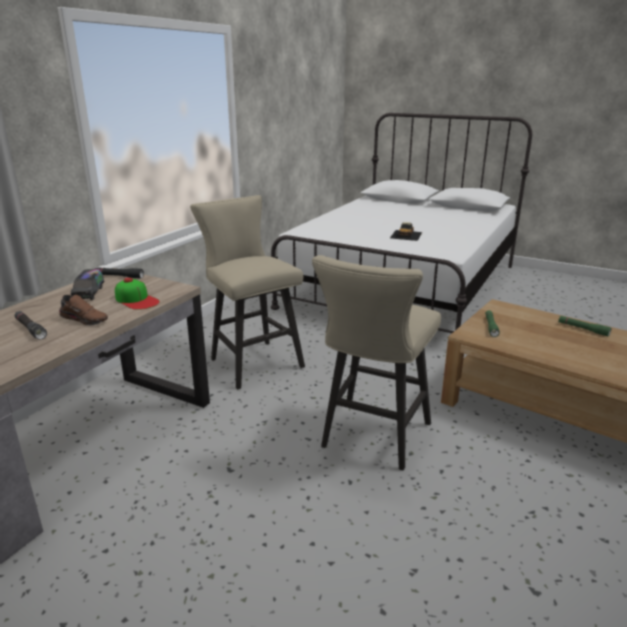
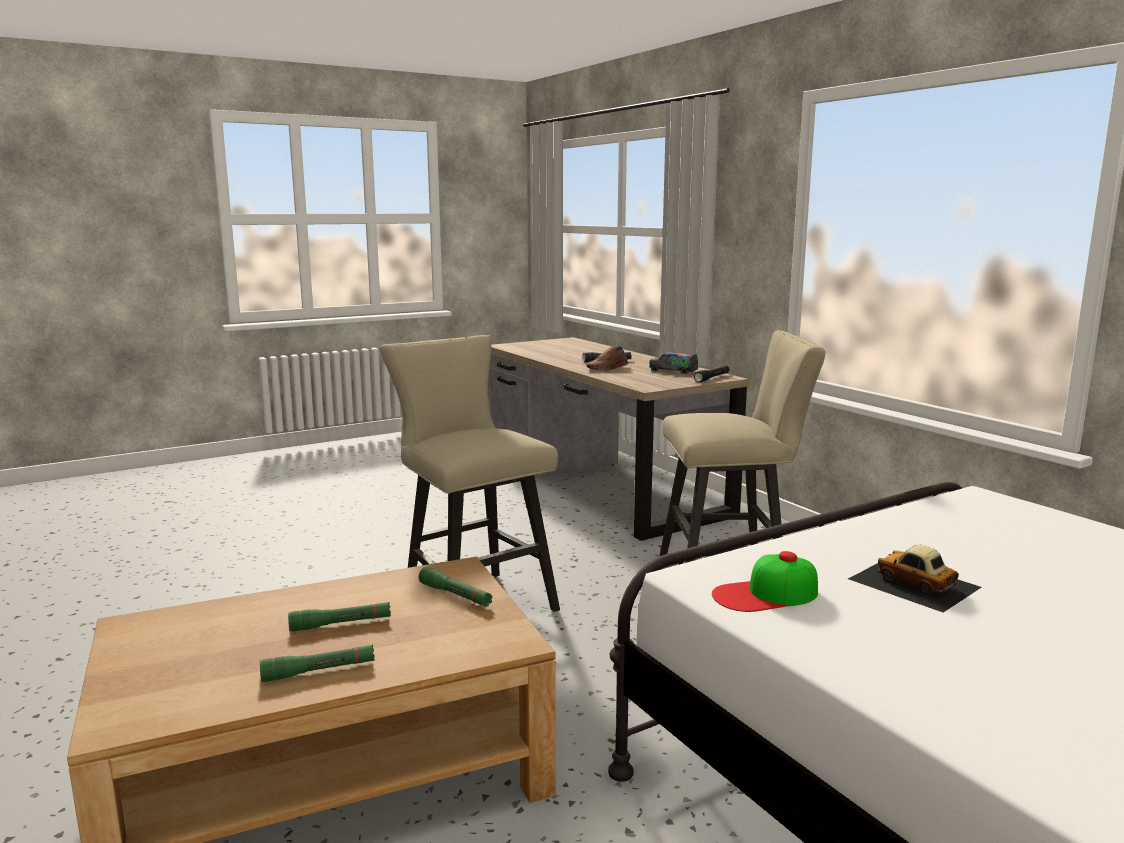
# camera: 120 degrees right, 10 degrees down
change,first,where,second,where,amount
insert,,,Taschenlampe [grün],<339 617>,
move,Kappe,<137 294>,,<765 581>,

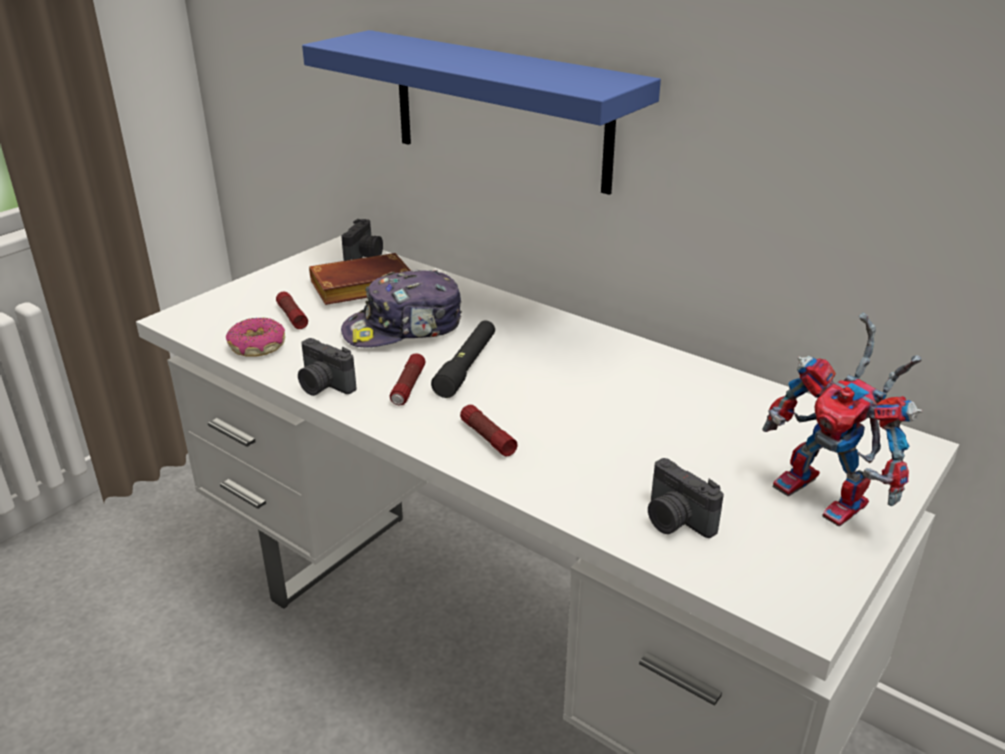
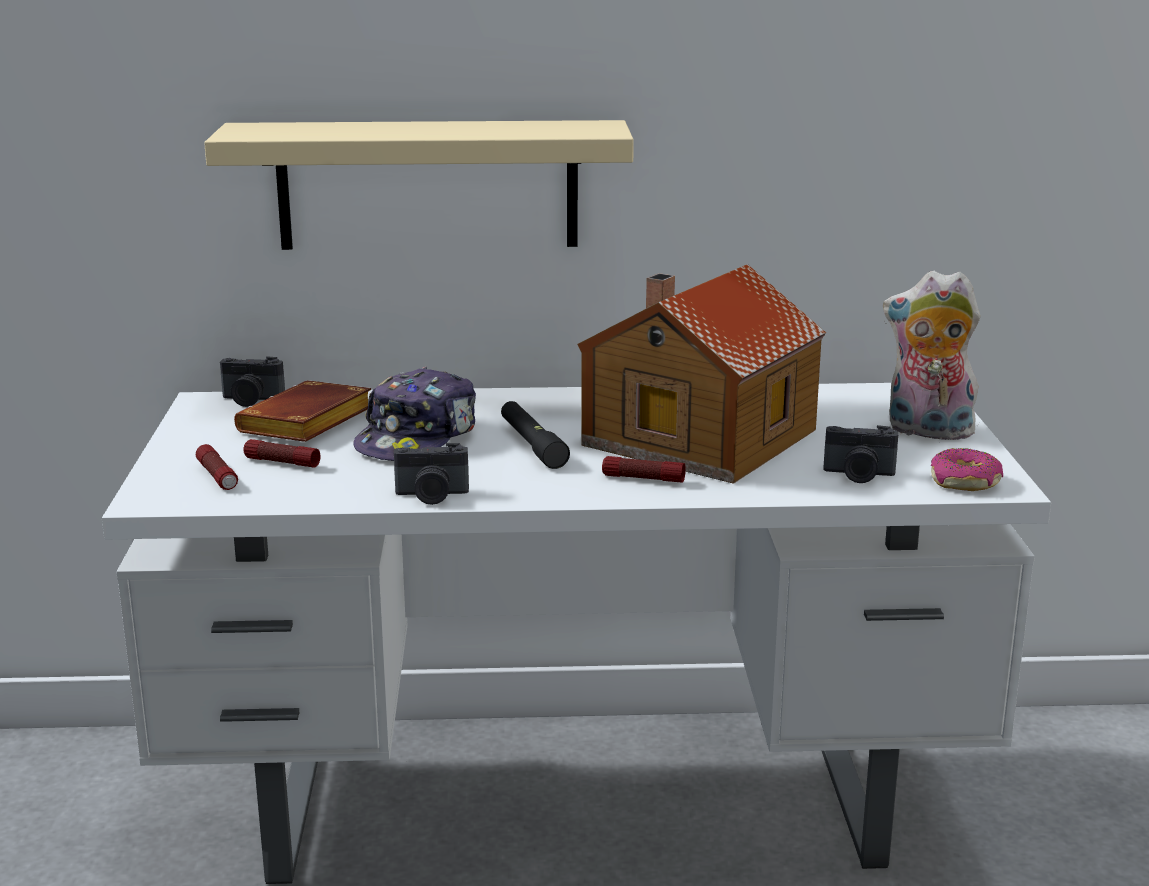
# camera: 40 degrees left, 10 degrees down
change,first,where,second,where,amount
move,Taschenlampe,<408 379>,,<217 467>,
recolor,Wandregal [blau],<481 112>,Wandregal [beige],<419 185>,
rotate,Kamera,<362 240>,,<252 381>,120 degrees clockwise
insert,,,Spielzeughaus,<701 374>,
replace,Spielzeugroboter,<842 419>,Plüschtier,<932 355>,
move,Donut,<255 337>,,<967 469>,

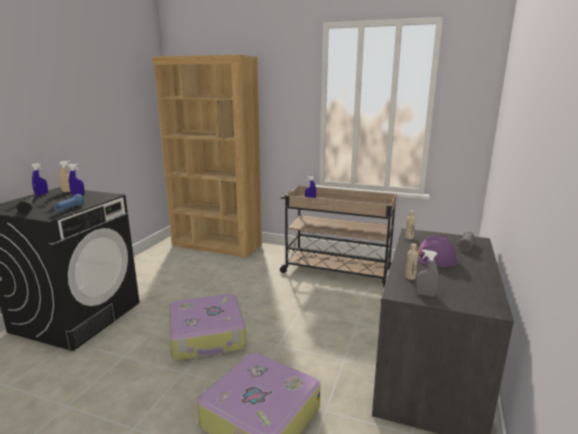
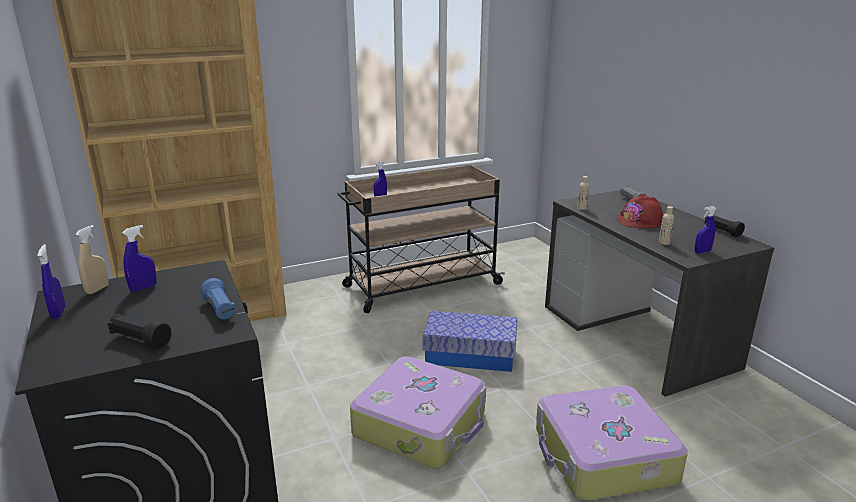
# camera: 45 degrees left, 5 degrees up
change,first,where,second,where,amount
insert,,,Aufbewahrungsbox,<470 341>,
recolor,Schutzhelm [lila],<437 251>,Schutzhelm [rot],<640 211>,
recolor,Sprühflasche [grau],<427 273>,Sprühflasche [blau],<706 230>,
insert,,,Taschenlampe [schwarz],<725 226>,

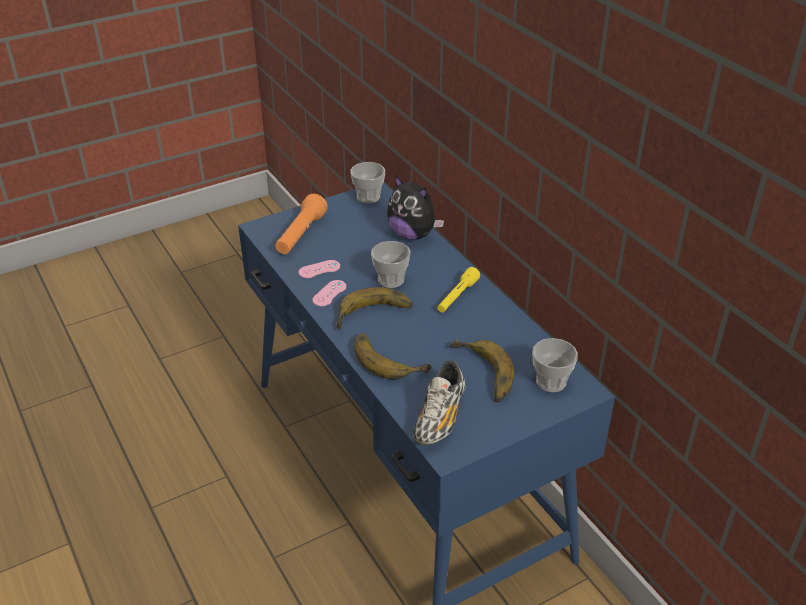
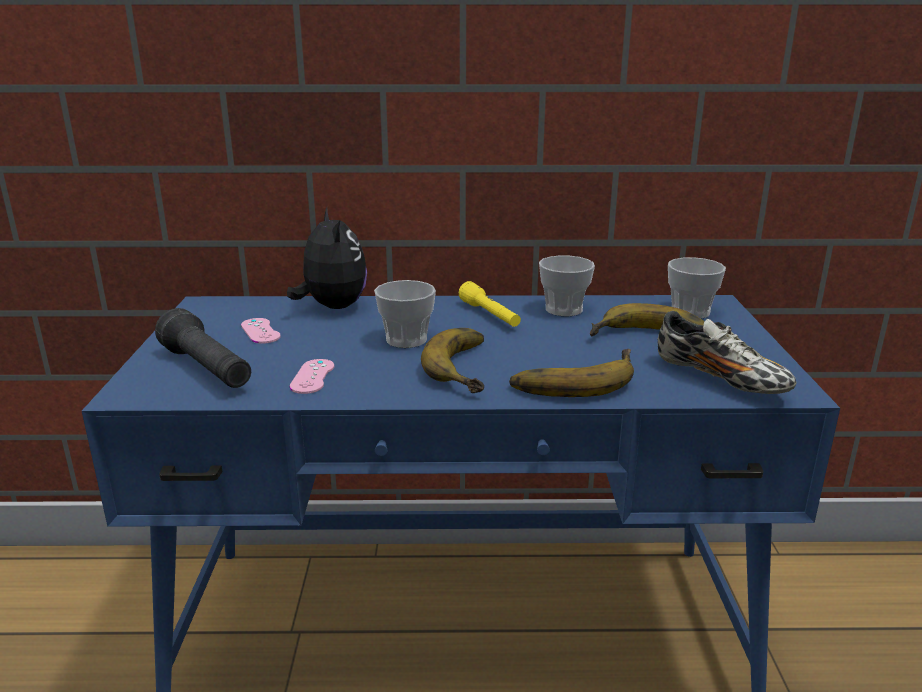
# camera: 60 degrees left, 15 degrees down
change,first,where,second,where,amount
recolor,Taschenlampe [orange],<301 224>,Taschenlampe [schwarz],<203 348>,
move,Gamepad [rosa],<329 293>,,<261 331>,
rotate,Plüschtier,<415 208>,,<327 258>,90 degrees counterclockwise
move,Tasse,<367 182>,,<567 285>,

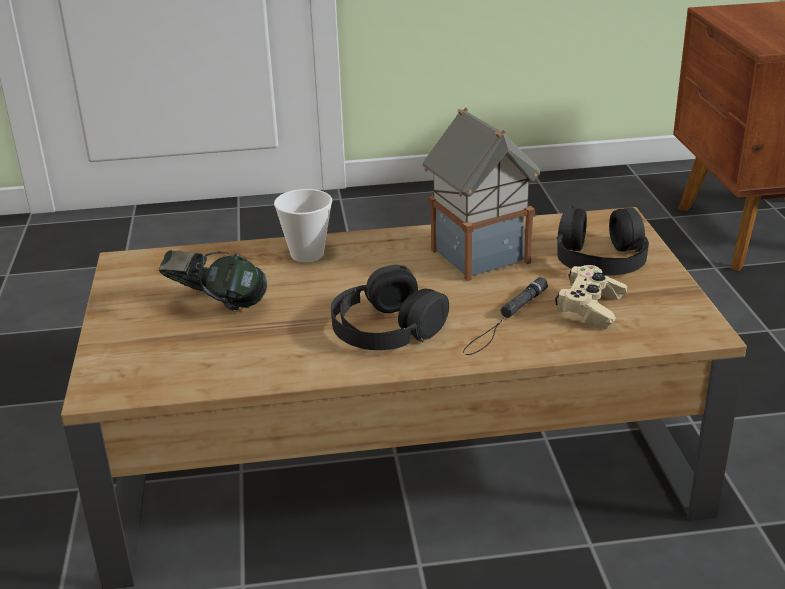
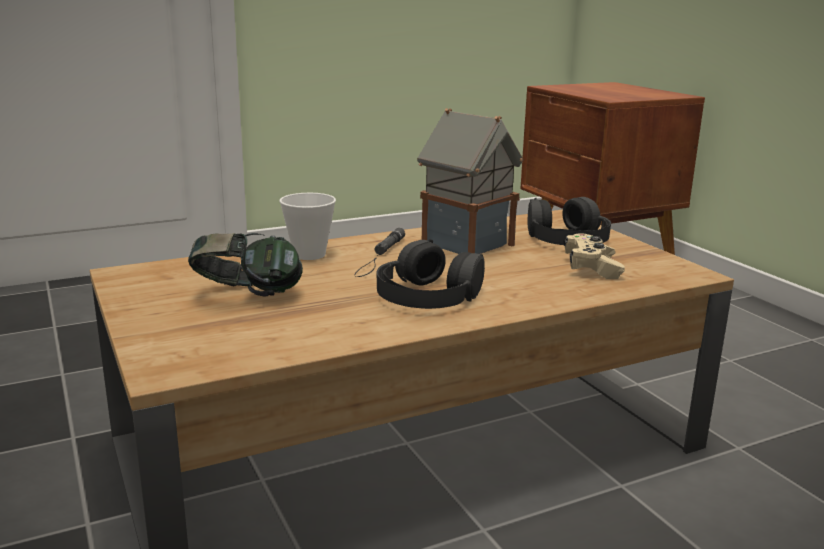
# camera: 20 degrees left, 10 degrees down
change,first,where,second,where,amount
move,Taschenlampe [schwarz],<505 316>,,<379 252>,

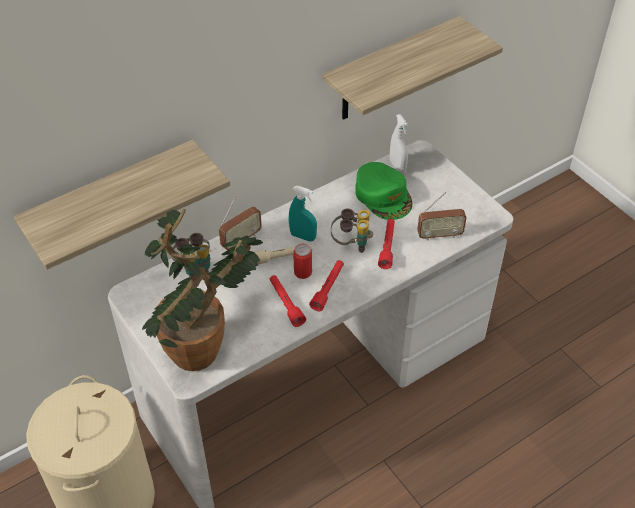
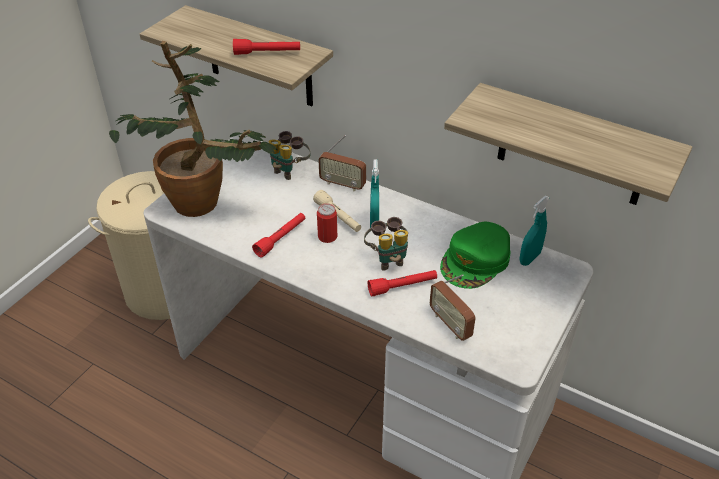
# camera: 65 degrees right, 5 degrees down
change,first,where,second,where,amount
move,Taschenlampe [rot],<326 285>,,<266 47>,
recolor,Sprühflasche [weiß],<399 143>,Sprühflasche [türkis],<534 231>,

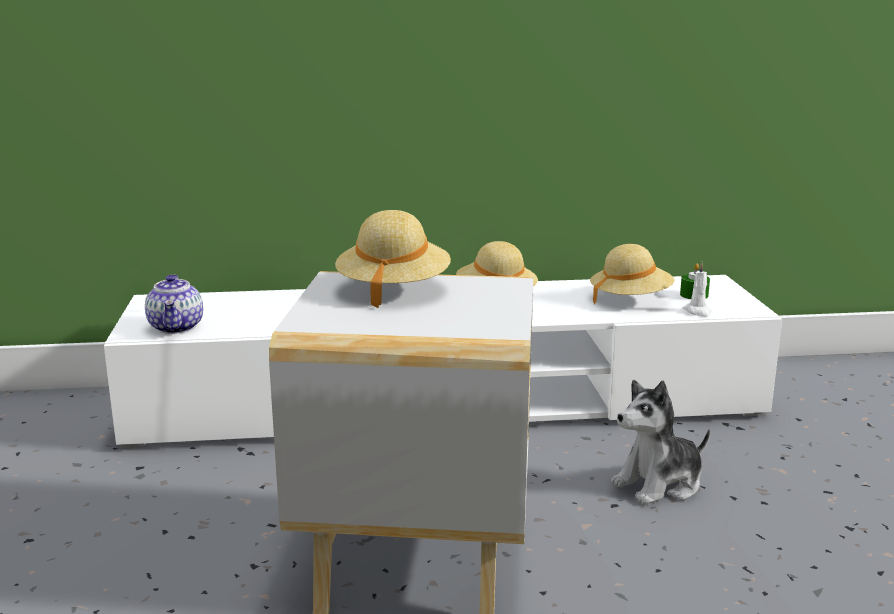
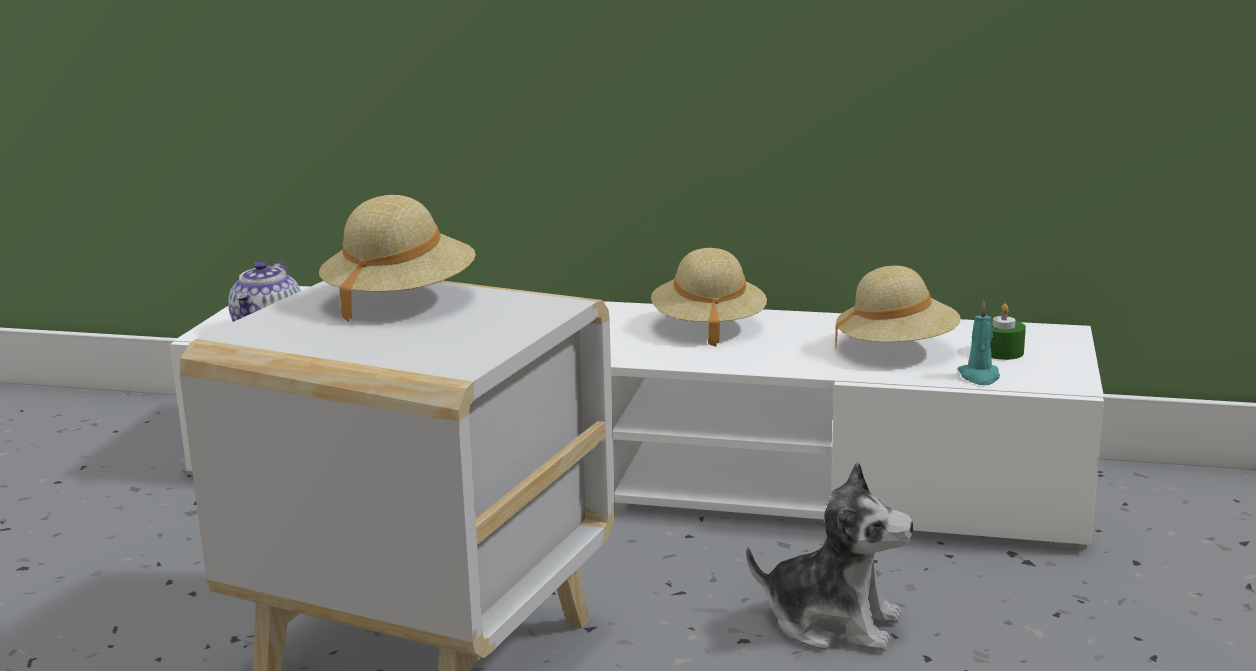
# camera: 20 degrees right, 0 degrees up
change,first,where,second,where,amount
rotate,Plüschtier,<660 442>,,<829 556>,150 degrees counterclockwise
recolor,Kerze [weiß],<697 289>,Kerze [türkis],<979 343>,

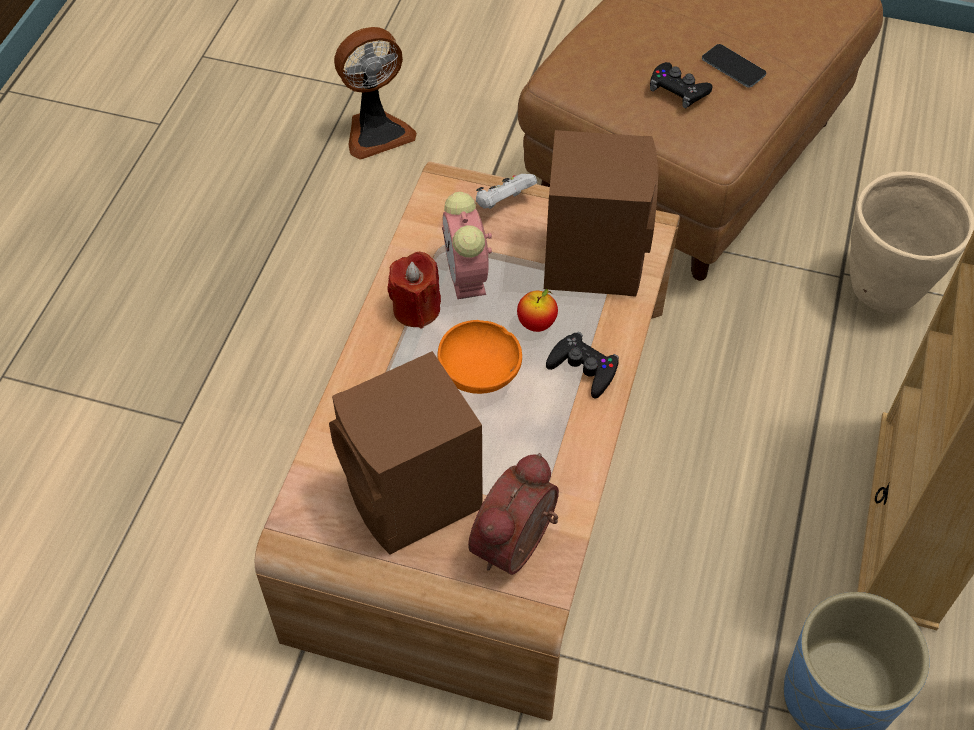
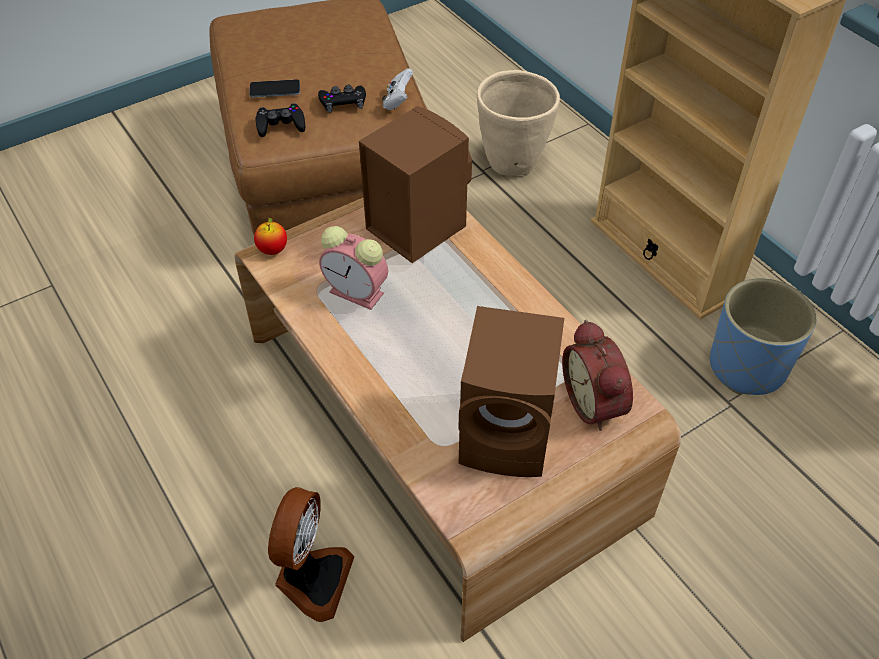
# camera: 50 degrees left, 5 degrees down
change,first,where,second,where,amount
move,Handy,<734 65>,,<274 88>,
move,Apfel,<537 310>,,<270 236>,
move,Gamepad [schwarz],<582 365>,,<280 120>,
move,Ventilator,<375 93>,,<311 554>,
move,Gamepad [weiß],<506 191>,,<397 89>,
delete,Kerze [rot],<414 290>,,,
delete,Schüssel [orange],<480 357>,,,

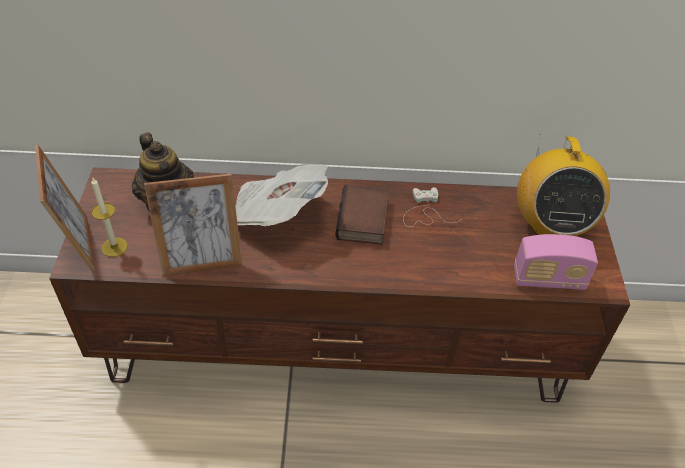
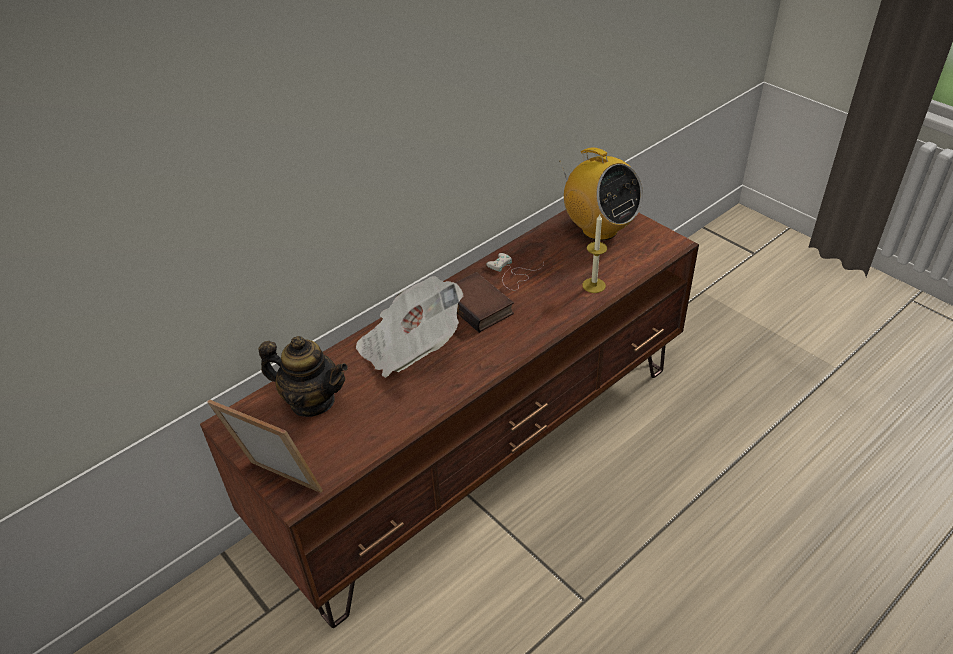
# camera: 40 degrees left, 5 degrees down
change,first,where,second,where,amount
move,Kerze,<109 217>,,<594 253>,
delete,Bilderrahmen,<193 224>,,,
delete,Radio,<556 262>,,,

